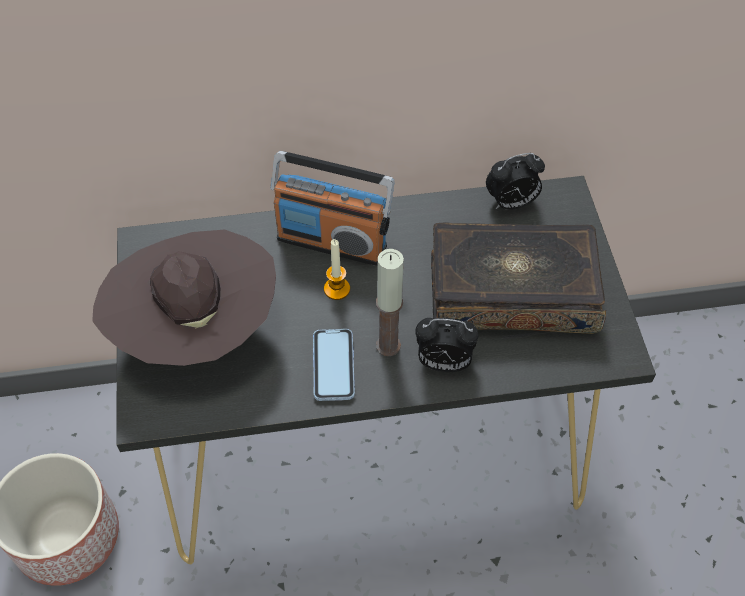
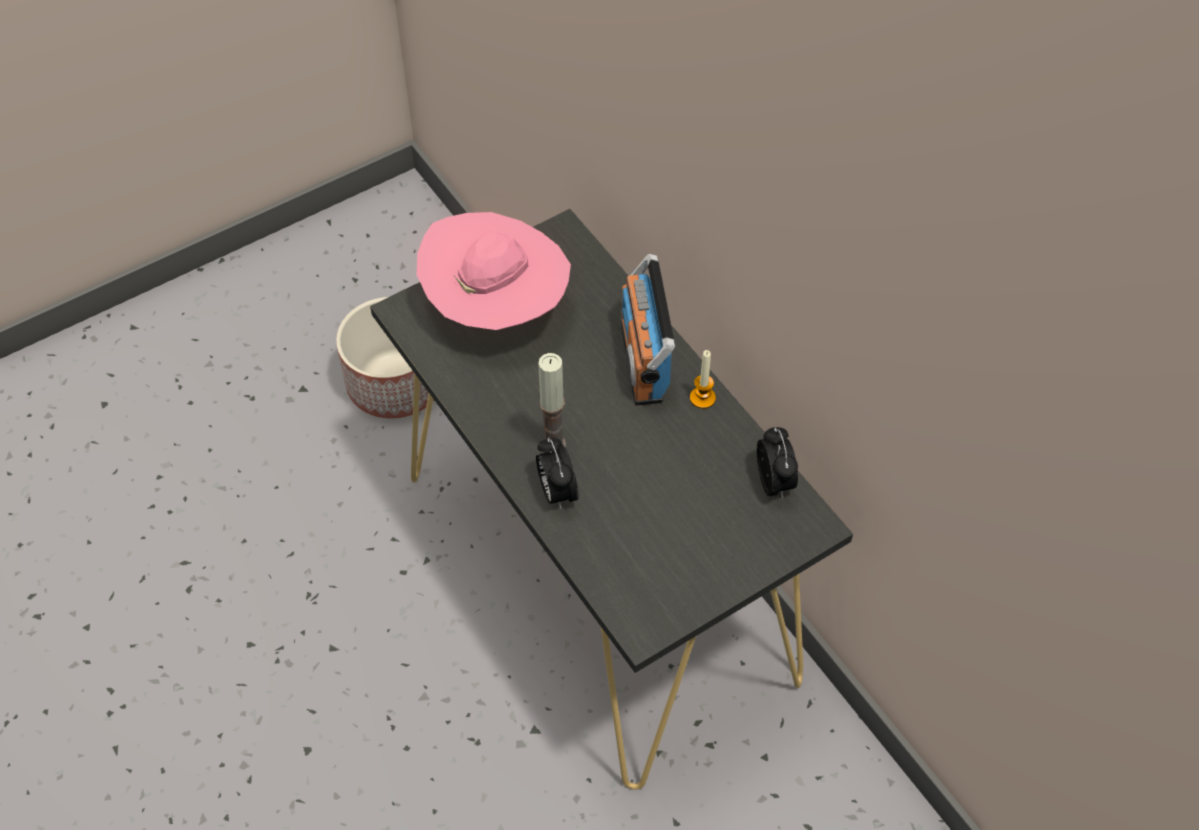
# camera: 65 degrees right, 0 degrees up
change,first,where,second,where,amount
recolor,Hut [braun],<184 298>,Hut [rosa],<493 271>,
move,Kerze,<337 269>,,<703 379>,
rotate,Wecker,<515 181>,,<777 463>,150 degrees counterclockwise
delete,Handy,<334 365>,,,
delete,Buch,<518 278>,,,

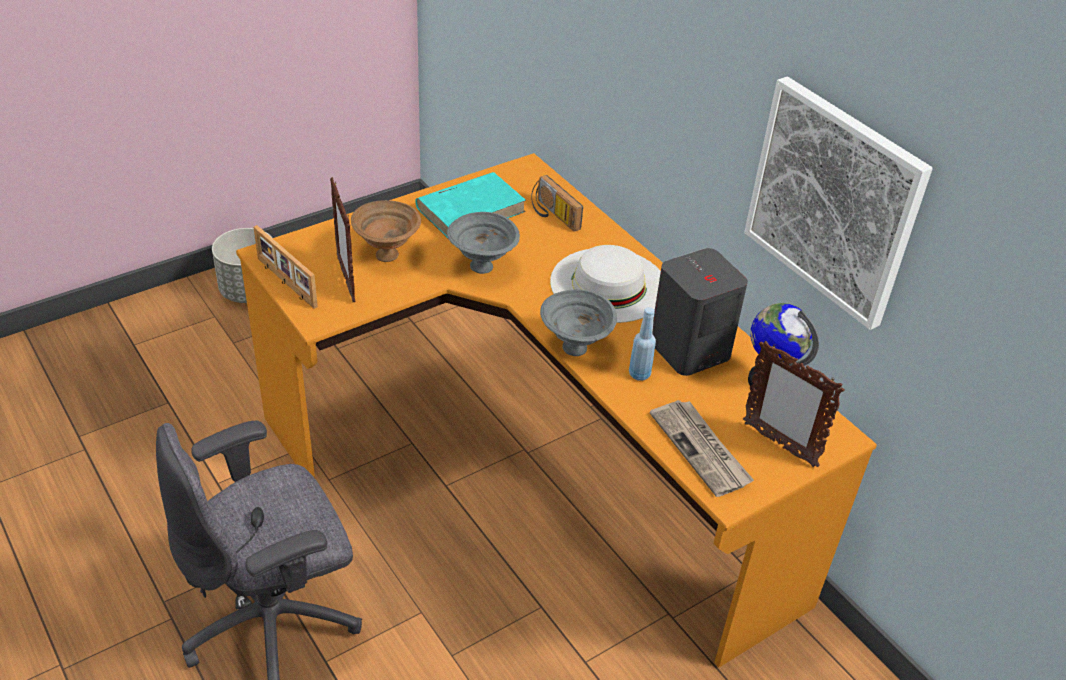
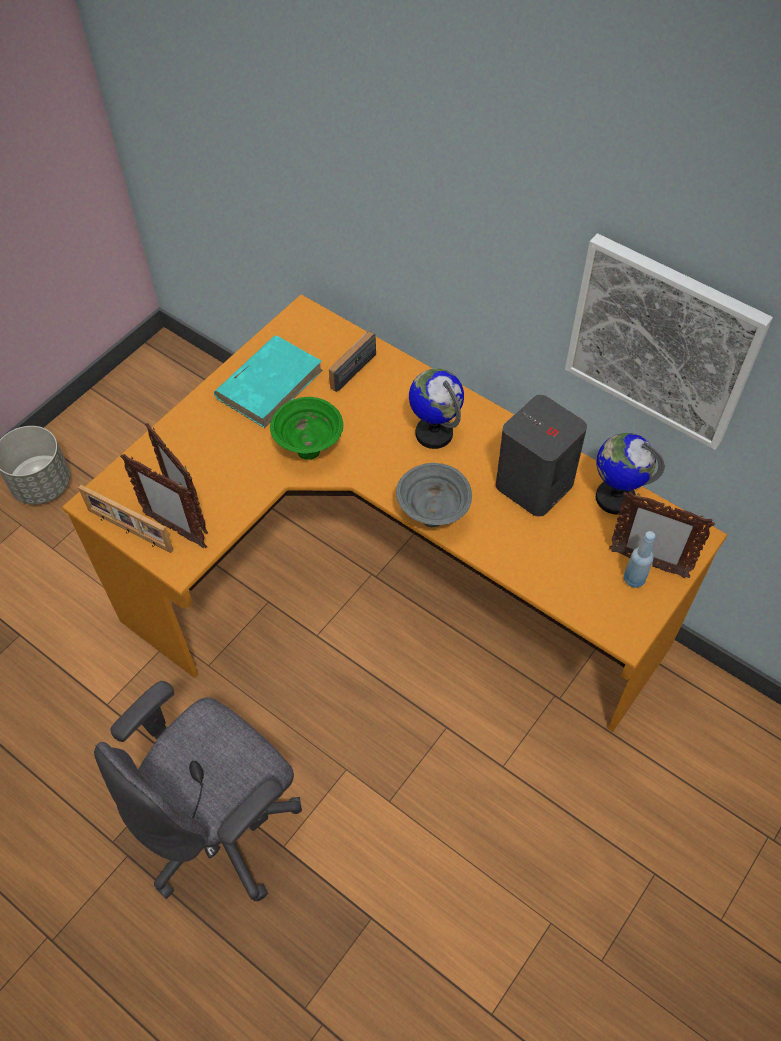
# camera: 15 degrees left, 15 degrees up
change,first,where,second,where,amount
insert,,,Bilderrahmen,<163 501>,
recolor,Schüssel [grau],<483 243>,Schüssel [grün],<306 428>,
rotate,Radio,<557 203>,,<352 361>,90 degrees clockwise
replace,Hut [weiß],<605 284>,Globus,<436 408>,
move,Flasche [blau],<642 344>,,<640 559>,
delete,Schüssel [braun],<386 231>,,,
delete,Zeitung,<702 448>,,,

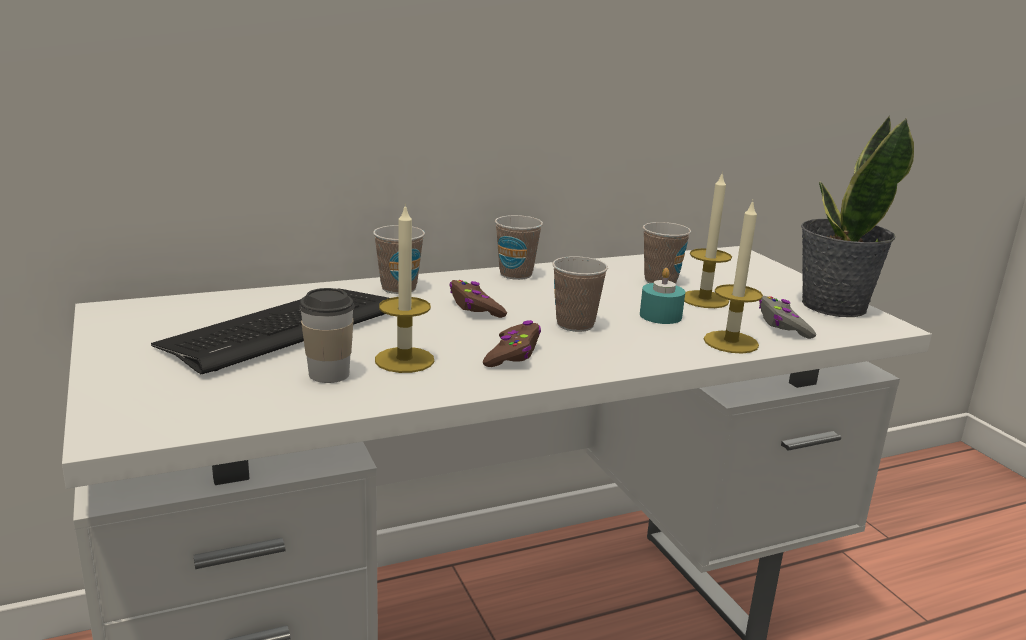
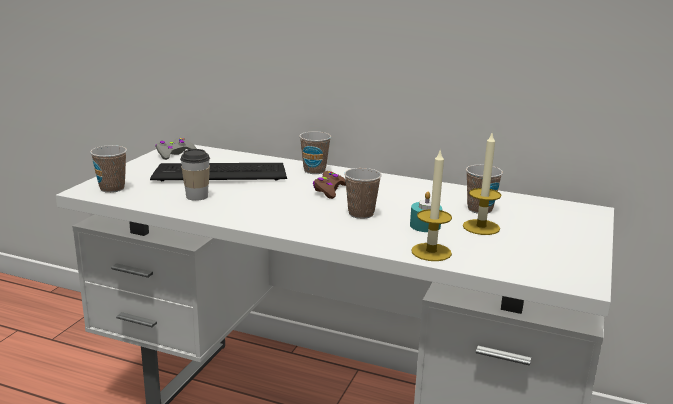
# camera: 45 degrees right, 0 degrees up
change,first,where,second,where,amount
move,Tasse,<519 247>,,<108 169>,
move,Gamepad [grau],<787 317>,,<176 148>,
delete,Kerze,<404 288>,,,
delete,Gamepad [braun],<512 343>,,,
delete,Topfpflanze,<857 216>,,,

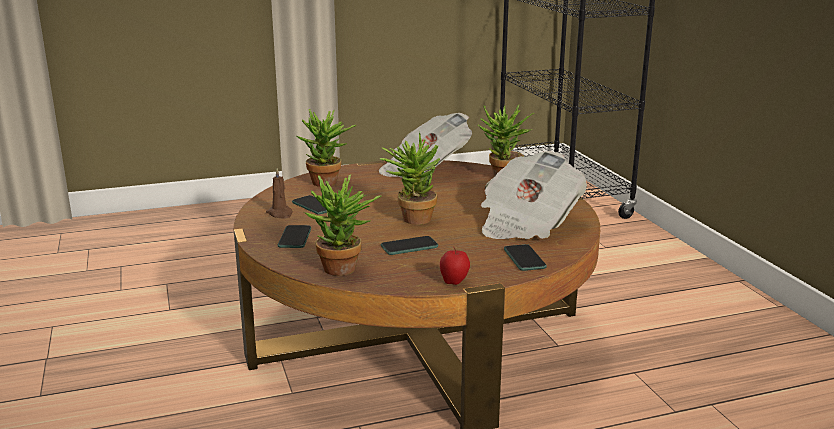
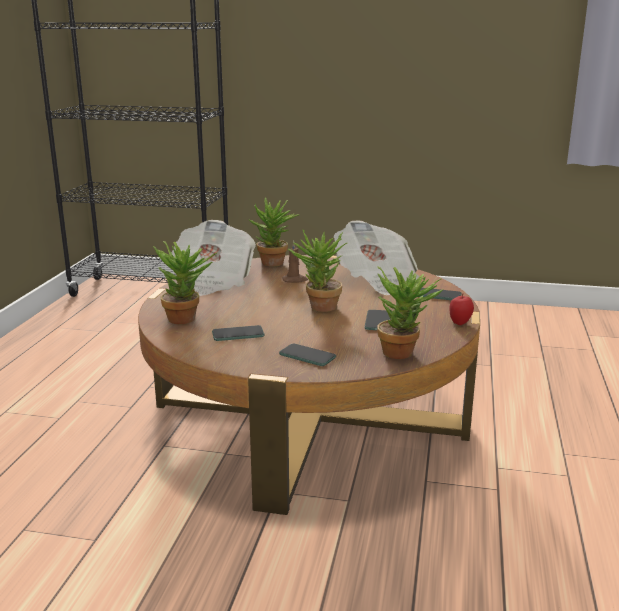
# camera: 60 degrees left, 0 degrees up
change,first,where,second,where,amount
move,Kerze [braun],<279 193>,,<295 262>,

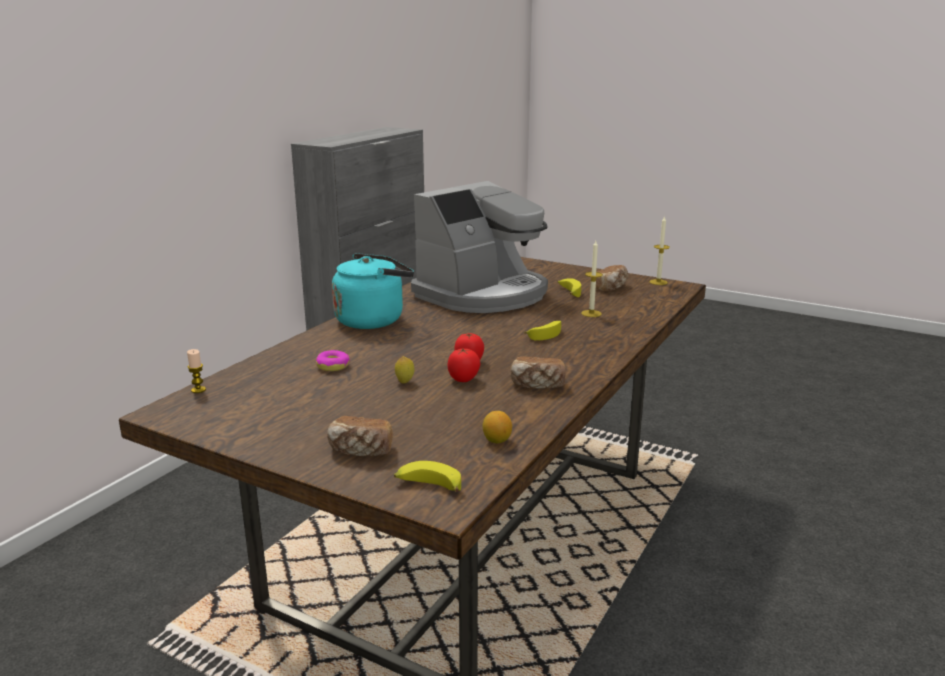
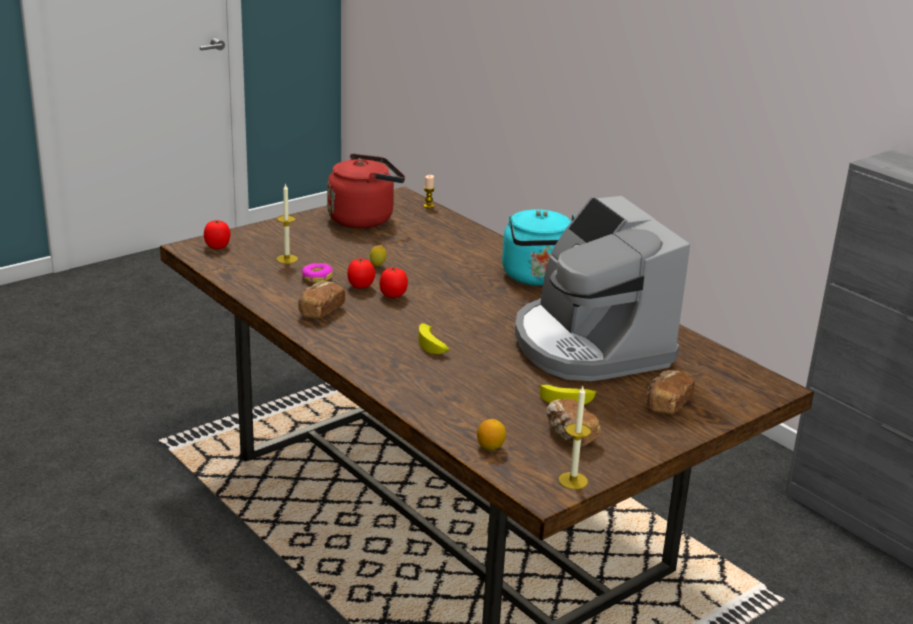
# camera: 110 degrees right, 5 degrees up
change,first,where,second,where,amount
replace,Banane,<427 476>,Tomate,<217 234>,
move,Kerze,<592 279>,,<287 223>,
move,Donut,<333 360>,,<317 273>,
insert,,,Wasserkessel [rot],<366 190>,
move,Zitrone,<497 427>,,<491 434>,
move,Brot,<360 436>,,<670 392>,

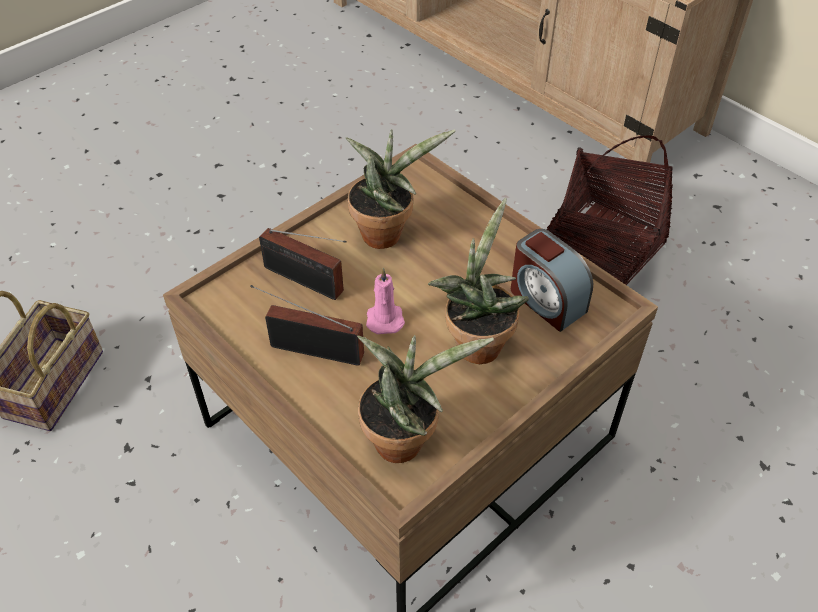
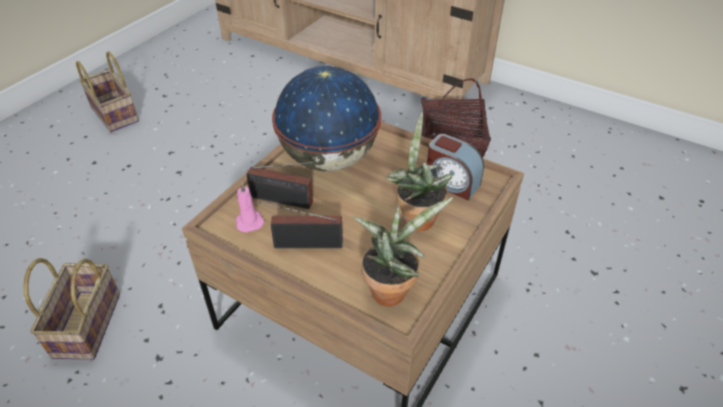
# camera: 15 degrees left, 5 degrees down
change,first,where,second,where,amount
insert,,,Korb,<107 91>,
move,Kerze [rosa],<385 300>,,<249 207>,
replace,Topfpflanze,<401 189>,Globus,<326 119>,

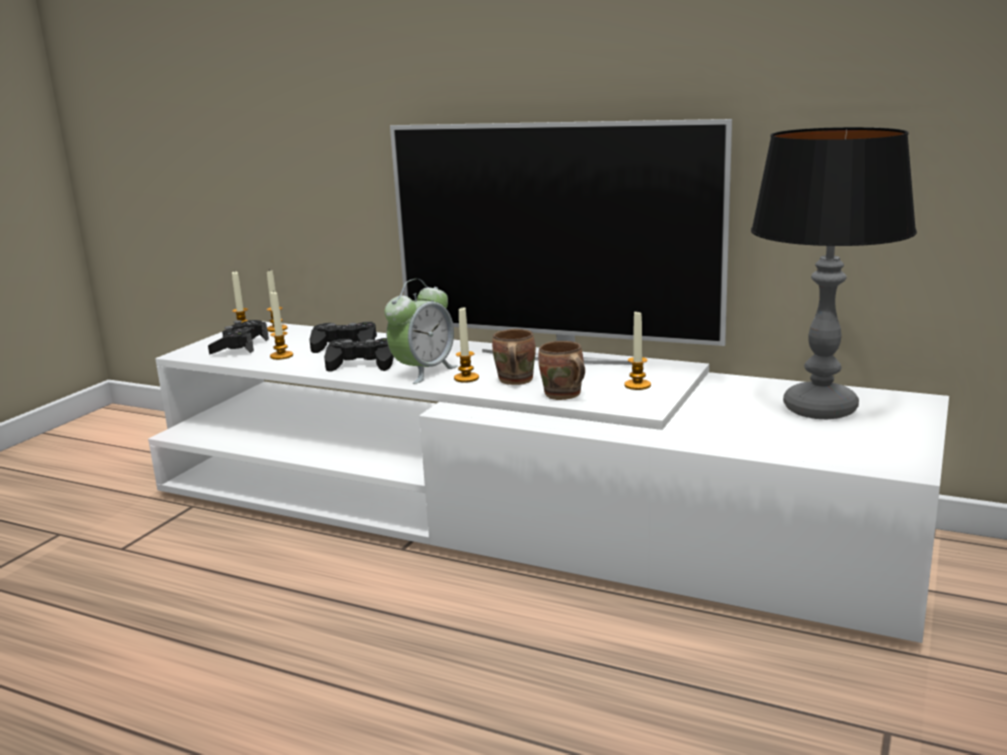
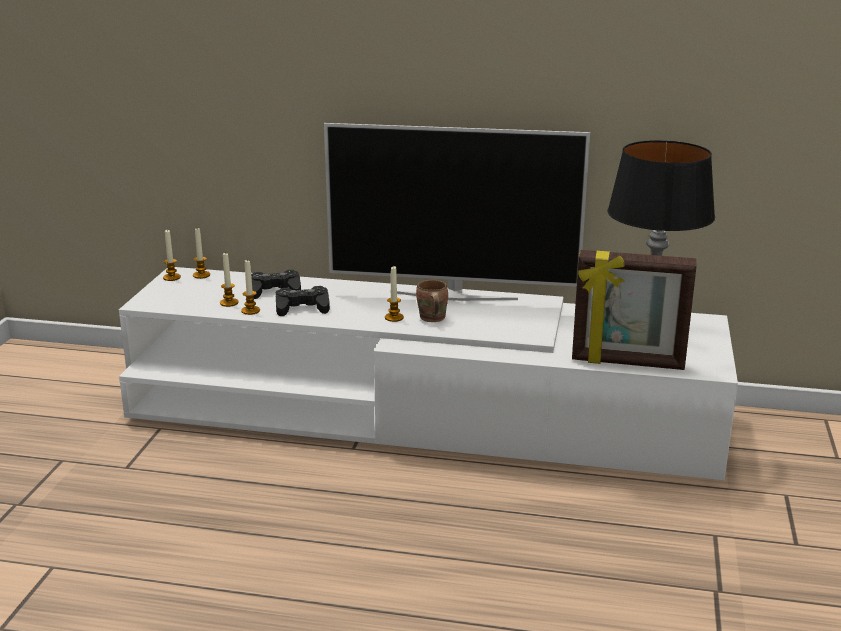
# camera: 15 degrees left, 5 degrees up
change,first,where,second,where,amount
move,Kerze,<637 350>,,<250 287>,
insert,,,Bilderrahmen,<634 310>,
delete,Gamepad [schwarz],<238 337>,,,
delete,Wecker,<421 331>,,,
delete,Henkelbecher [braun],<561 370>,,,

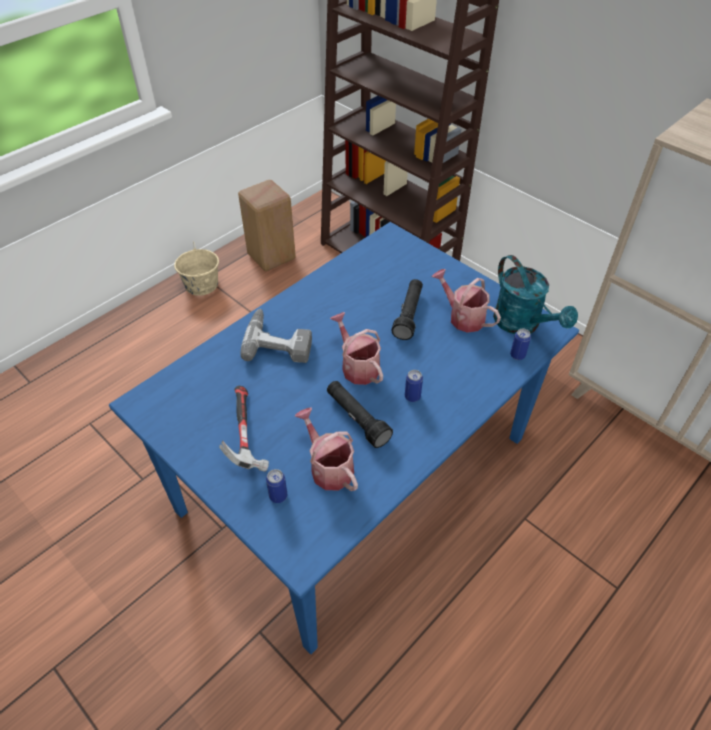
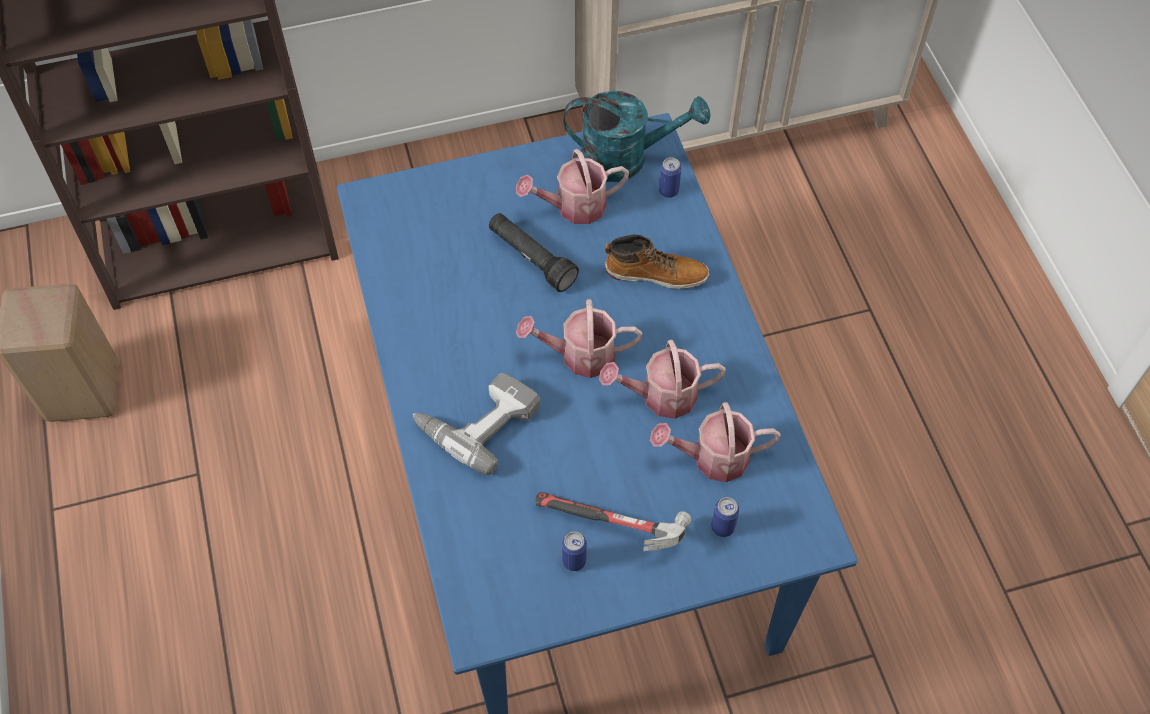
# camera: 60 degrees left, 10 degrees up
change,first,where,second,where,amount
move,Dose,<414 386>,,<574 551>,
replace,Taschenlampe [schwarz],<360 414>,Gießkanne,<662 379>,
insert,,,Stiefel,<657 261>,
delete,Eimer [beige],<196 268>,,,

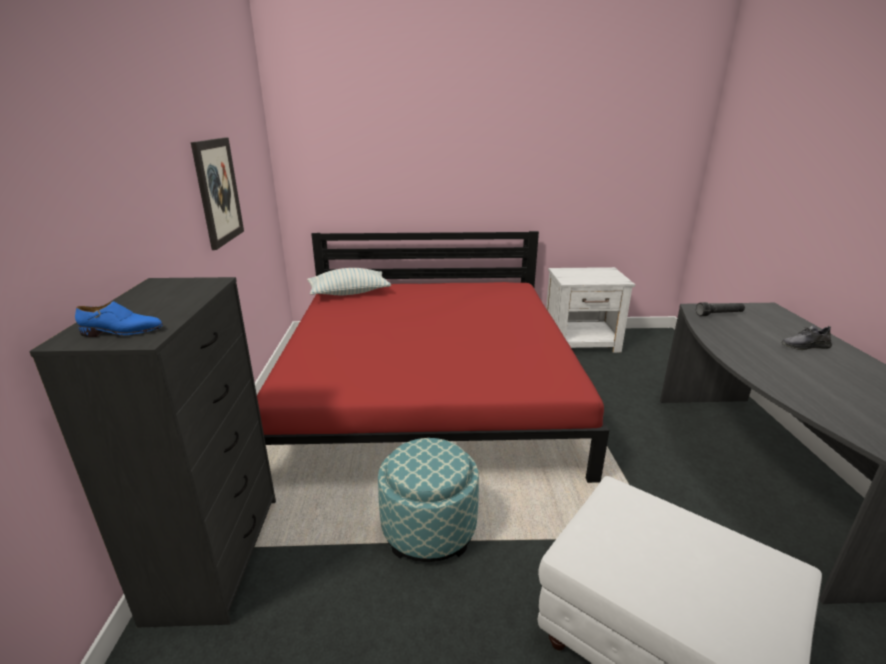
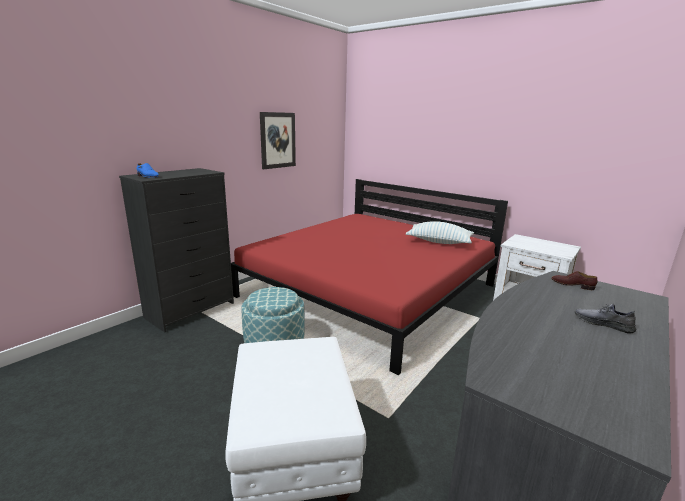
# camera: 40 degrees right, 5 degrees down
change,first,where,second,where,amount
move,Kissen,<349 281>,,<440 232>,
replace,Taschenlampe [schwarz],<720 309>,Schuh [braun],<574 280>,

